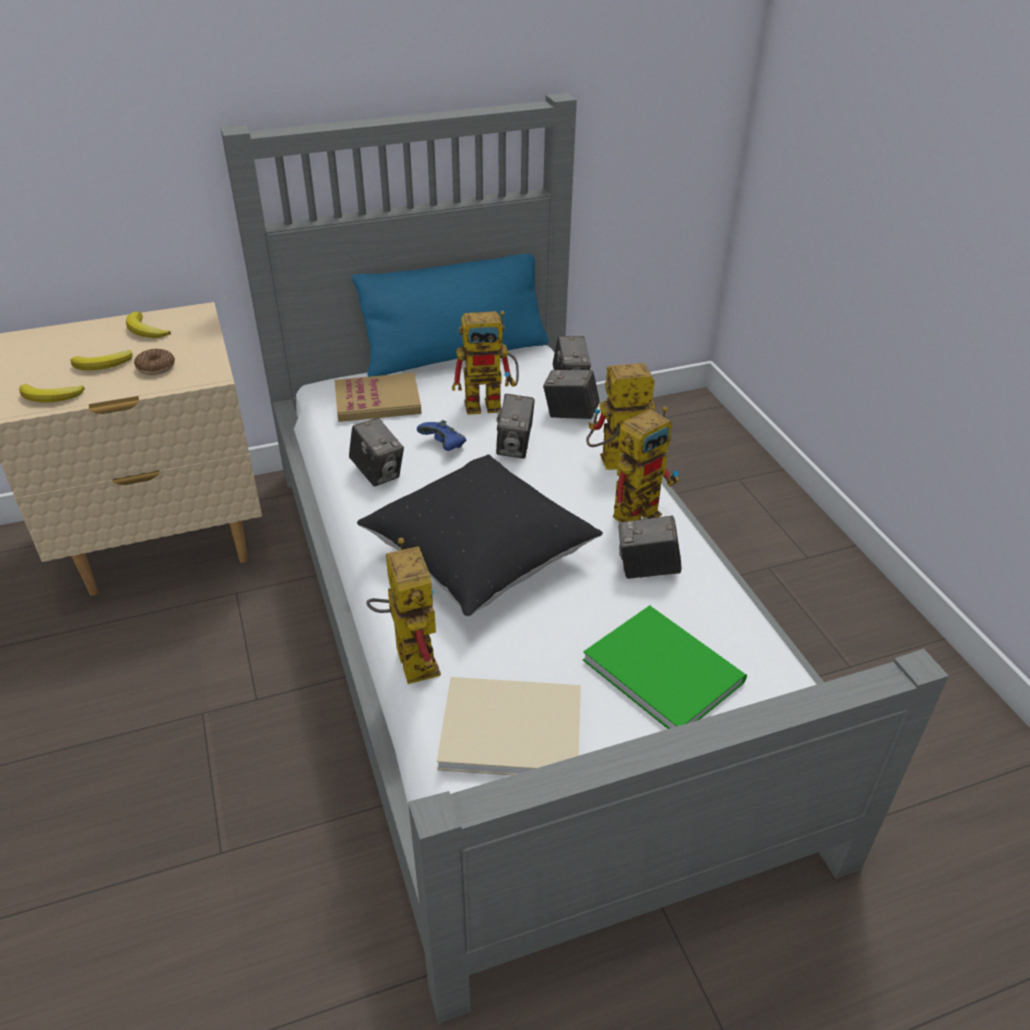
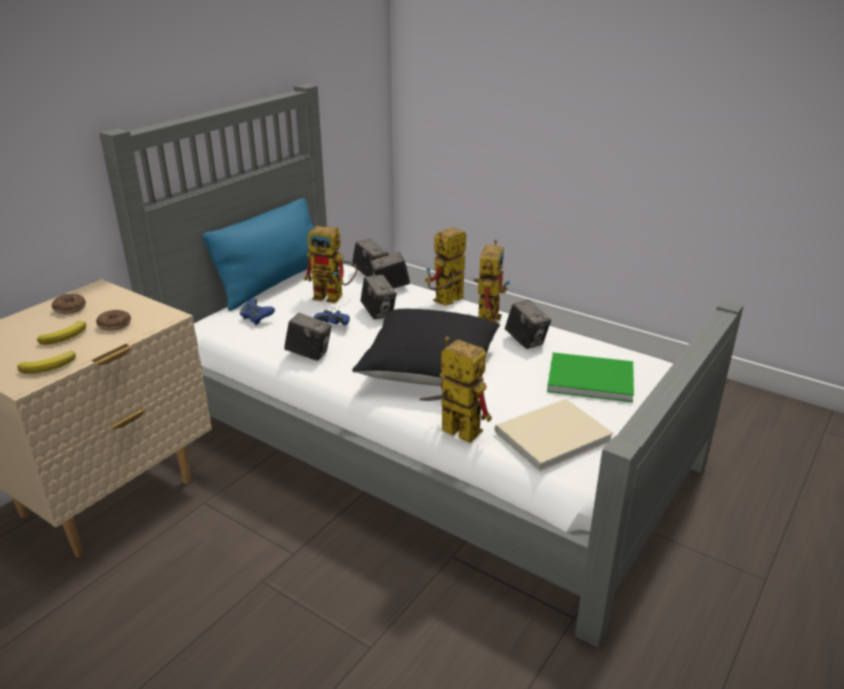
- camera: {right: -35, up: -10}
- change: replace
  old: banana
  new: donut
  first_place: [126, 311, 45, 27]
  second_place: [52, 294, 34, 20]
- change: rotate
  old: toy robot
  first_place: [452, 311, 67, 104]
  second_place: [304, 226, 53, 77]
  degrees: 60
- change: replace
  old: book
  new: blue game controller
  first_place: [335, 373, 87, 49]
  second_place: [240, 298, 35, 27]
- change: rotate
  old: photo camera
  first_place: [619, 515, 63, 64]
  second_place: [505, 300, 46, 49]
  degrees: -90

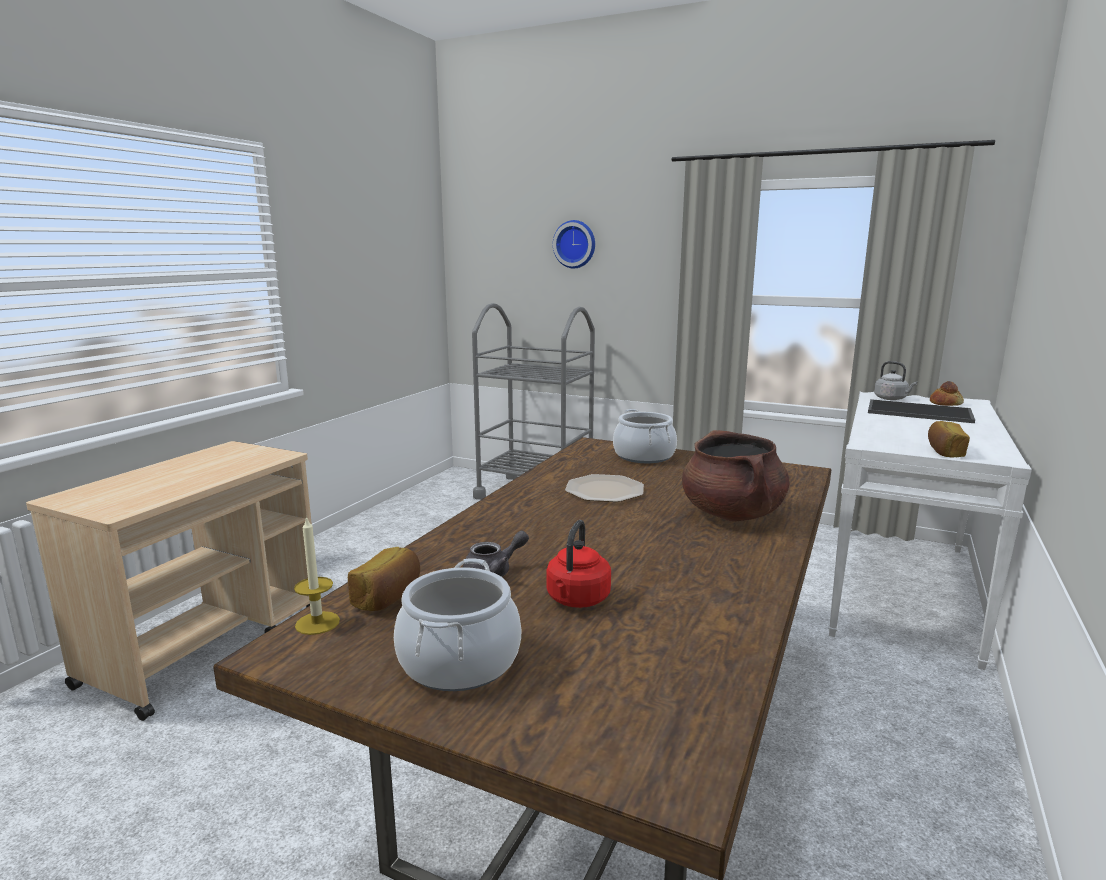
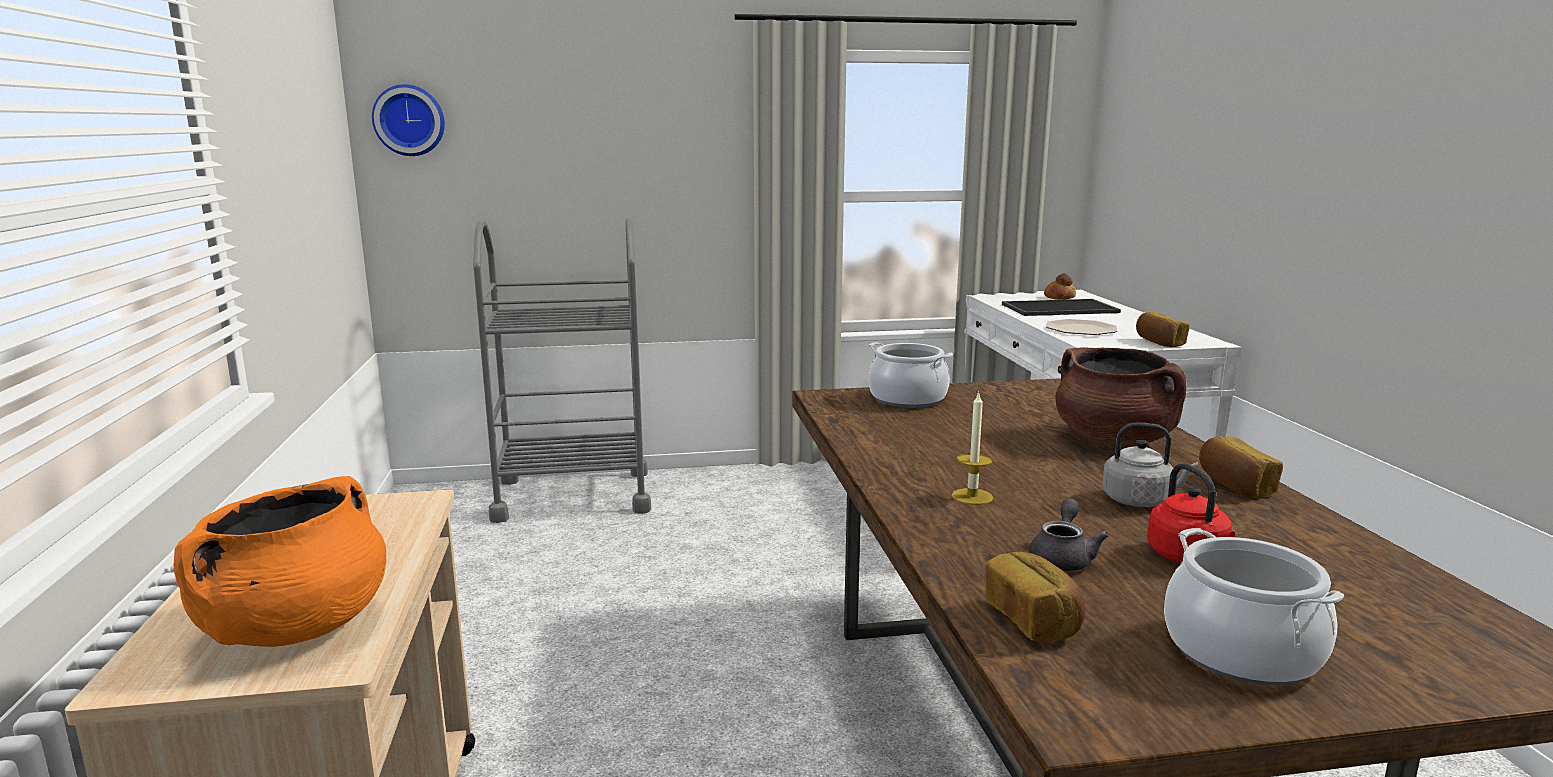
- camera: {right: -35, up: 0}
- change: move
  old: wall clock
  first_place: [553, 220, 42, 48]
  second_place: [372, 84, 73, 72]
- change: move
  old: grey kettle
  first_place: [874, 361, 43, 39]
  second_place: [1102, 422, 96, 85]
- change: move
  old: plate
  first_place: [565, 474, 79, 28]
  second_place: [1046, 319, 71, 16]
- change: move
  old: candle
  first_place: [294, 516, 46, 119]
  second_place: [952, 391, 41, 114]
- change: insert
  new: bread
  second_place: [1199, 436, 84, 62]
- change: insert
  new: orange cooking pot
  second_place: [174, 476, 212, 171]

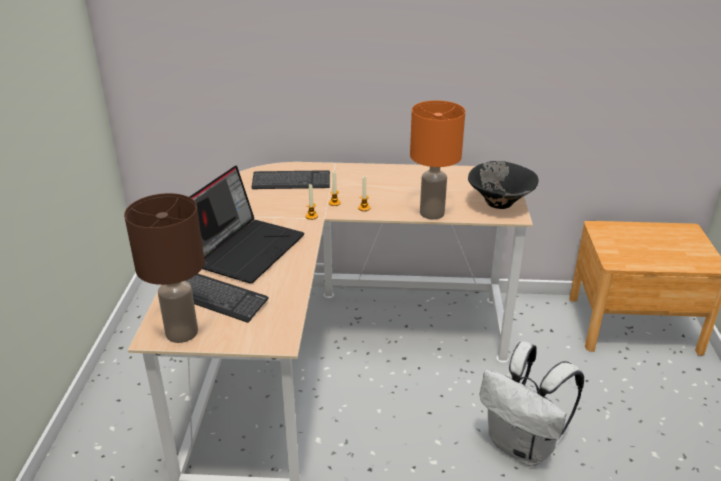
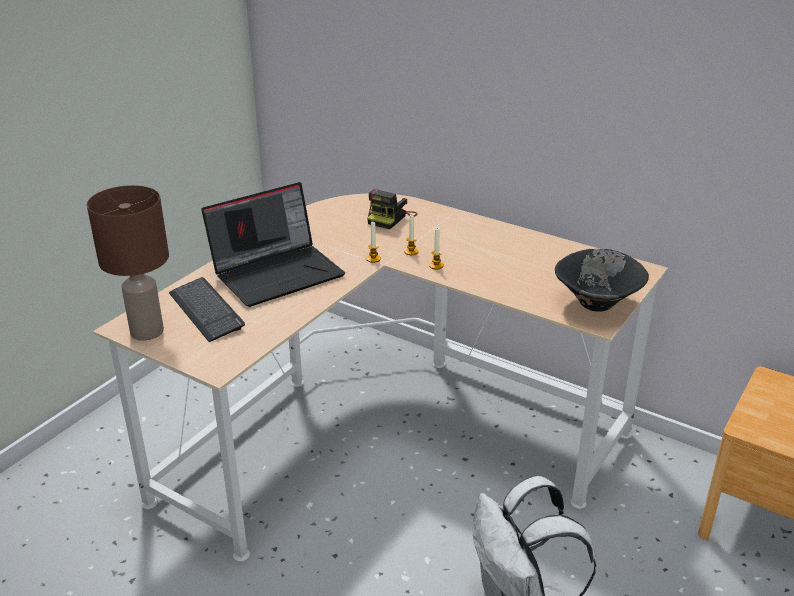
- camera: {right: 30, up: 0}
- change: delete
  old: orange table lamp
  first_place: [410, 100, 55, 119]
- change: replace
  old: keyboard
  new: photo camera
  first_place: [251, 170, 79, 19]
  second_place: [367, 189, 51, 40]

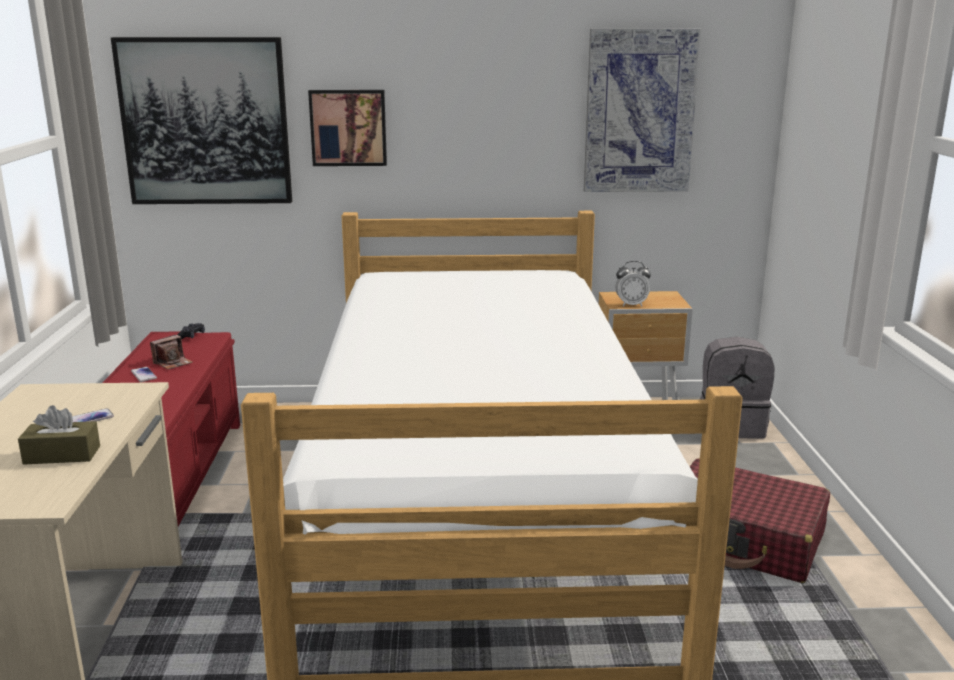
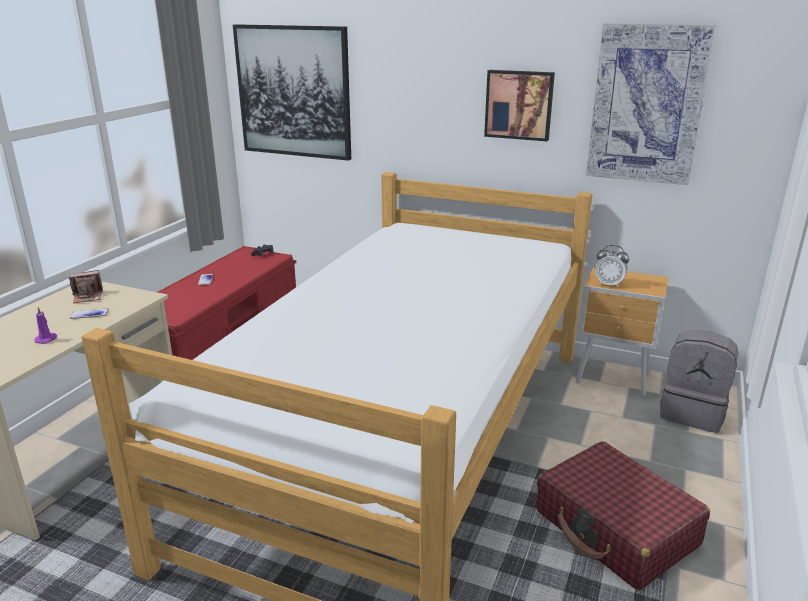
- camera: {right: 25, up: 5}
- change: move
  old: picture
  first_place: [308, 90, 79, 76]
  second_place: [484, 70, 71, 71]
- change: move
  old: photo camera
  first_place: [150, 335, 43, 34]
  second_place: [69, 270, 34, 33]
- change: replace
  old: brown tissue box
  new: purple candle
  first_place: [18, 405, 82, 60]
  second_place: [34, 307, 23, 37]

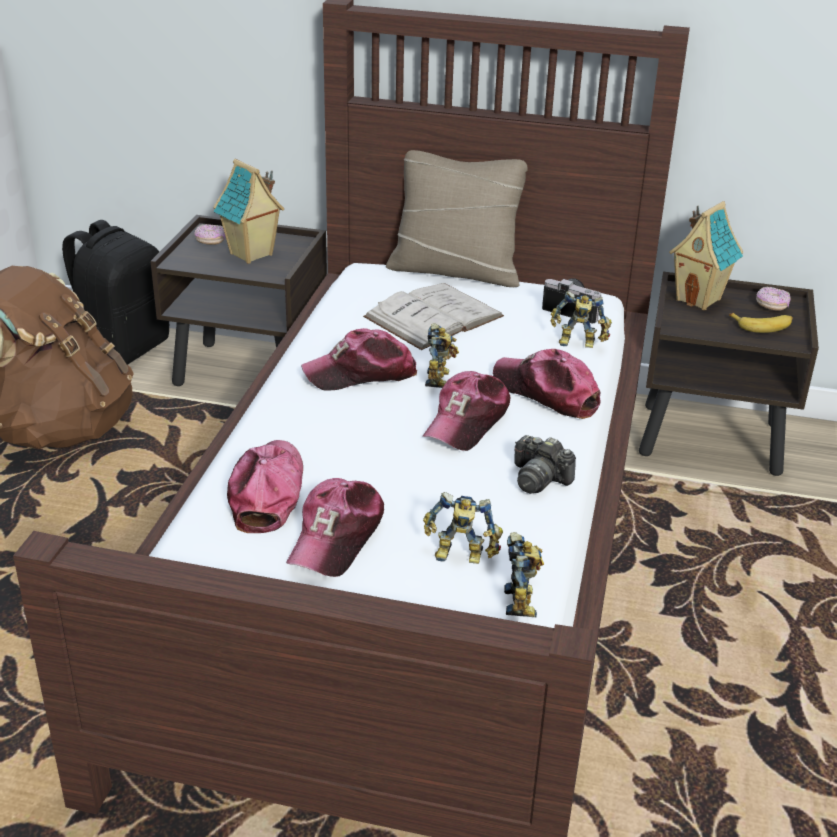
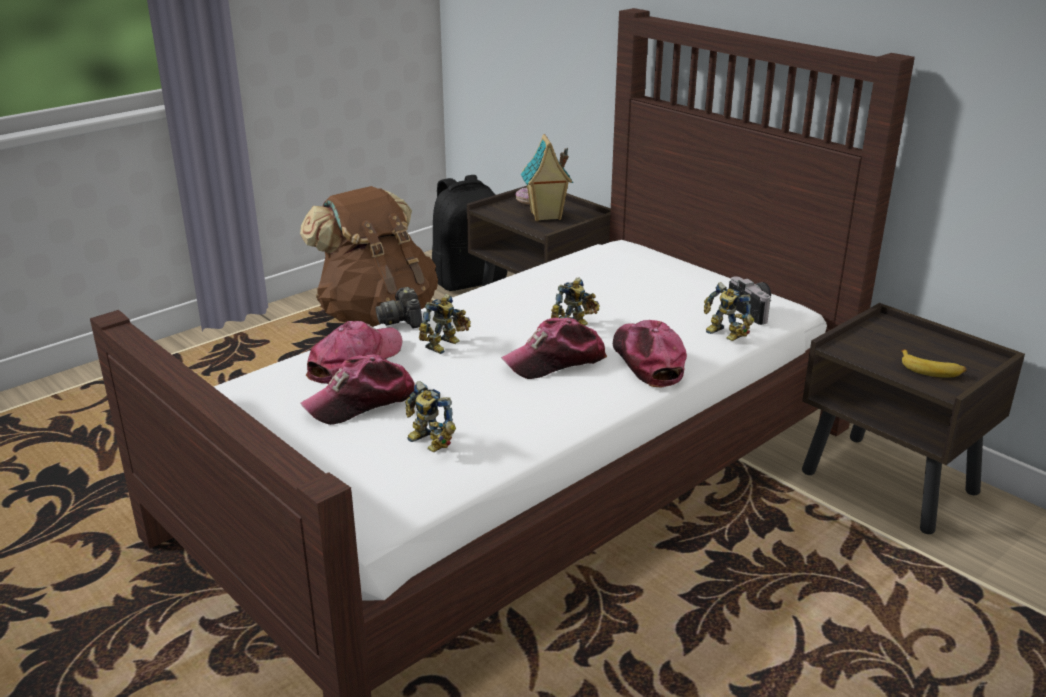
- camera: {right: 35, up: -5}
- change: delete
  old: beige pillow
  first_place: [386, 150, 142, 137]
- change: delete
  old: toy house
  first_place: [669, 201, 74, 109]
- change: delete
  old: white book
  first_place: [363, 283, 141, 67]
- change: delete
  old: donut
  first_place: [756, 286, 35, 25]
- change: delete
  old: cap
  first_place: [301, 328, 116, 63]
- change: move
  old: photo camera
  first_place: [514, 435, 62, 59]
  second_place: [376, 287, 47, 41]
- change: move
  old: toy robot
  first_place: [504, 532, 40, 85]
  second_place: [419, 294, 52, 60]

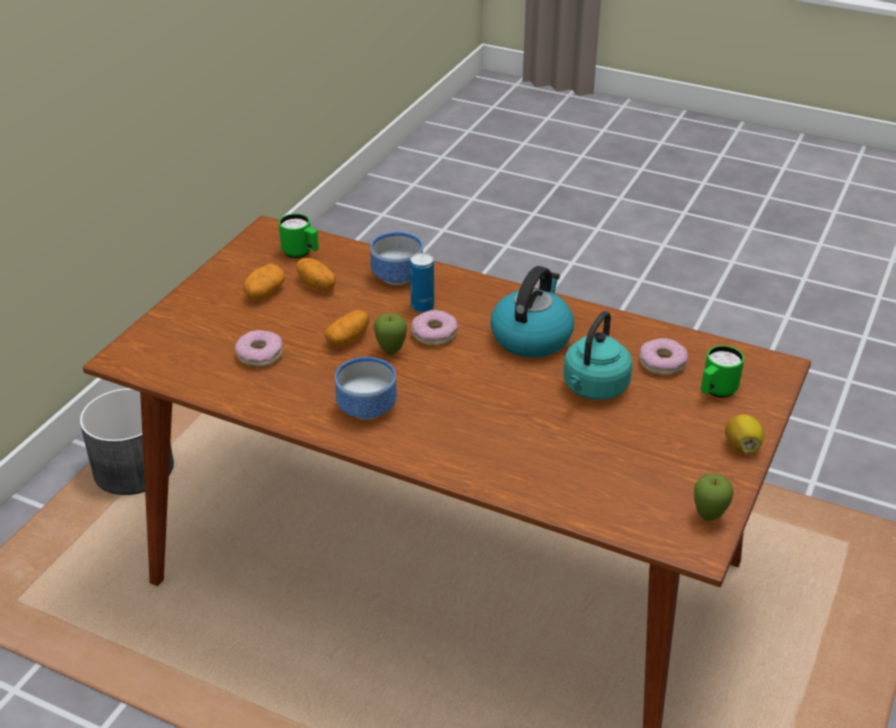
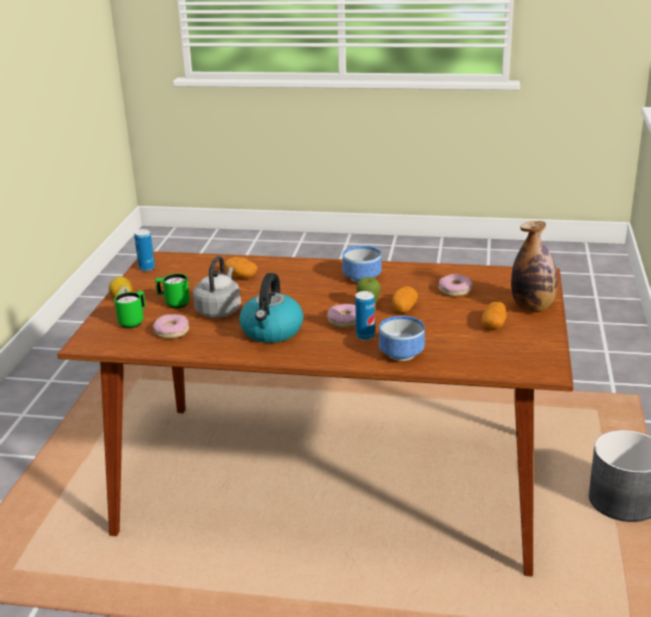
- camera: {right: 165, up: -10}
- change: move
  old: green mug
  first_place: [279, 214, 40, 44]
  second_place: [155, 273, 35, 35]
- change: move
  old: potato
  first_place: [296, 258, 40, 33]
  second_place: [224, 257, 33, 21]
- change: recolor
  old: turquoise kettle
  new: grey kettle
  first_place: [563, 311, 69, 89]
  second_place: [193, 256, 48, 62]
- change: replace
  old: apple
  new: can
  first_place: [694, 473, 40, 48]
  second_place: [134, 229, 21, 42]
- change: insert
  new: bottle
  second_place: [511, 221, 47, 90]

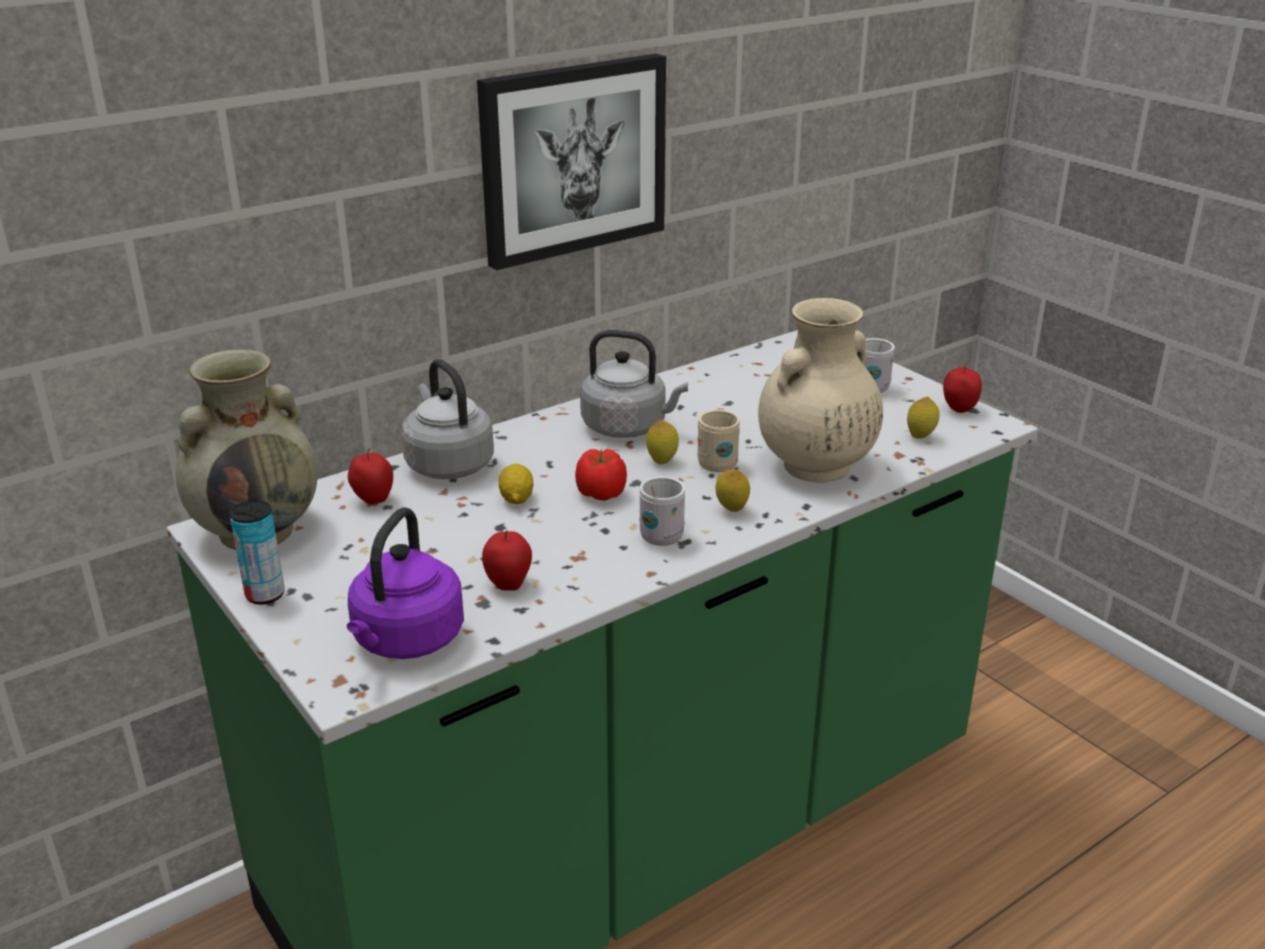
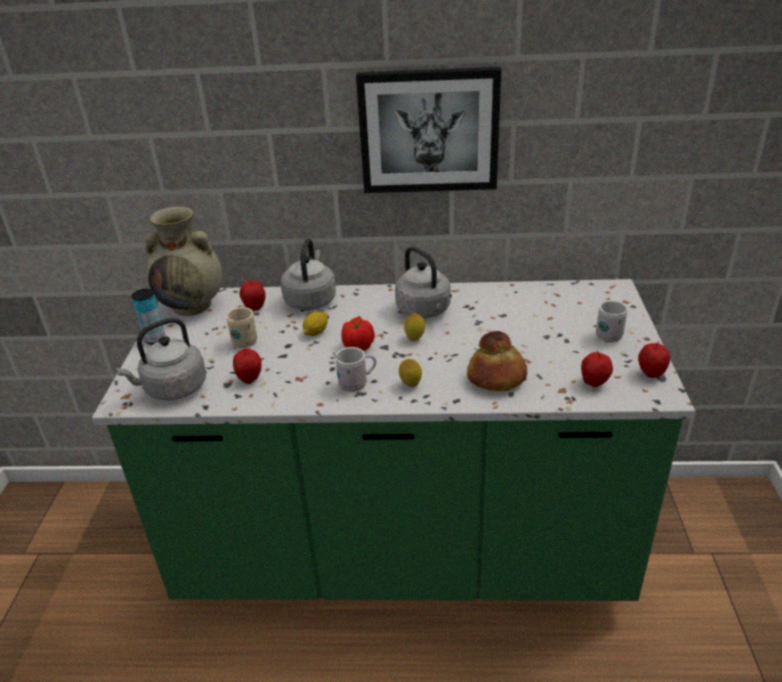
- camera: {right: 40, up: 5}
- change: replace
  old: beige vase
  new: bread
  first_place: [758, 298, 125, 184]
  second_place: [467, 331, 60, 61]
- change: replace
  old: lemon
  new: apple
  first_place: [907, 397, 32, 42]
  second_place: [581, 351, 32, 36]
- change: move
  old: beige mug
  first_place: [698, 409, 42, 63]
  second_place: [226, 307, 31, 41]
- change: recolor
  old: purple kettle
  new: grey kettle
  first_place: [347, 507, 117, 152]
  second_place: [115, 318, 91, 83]

